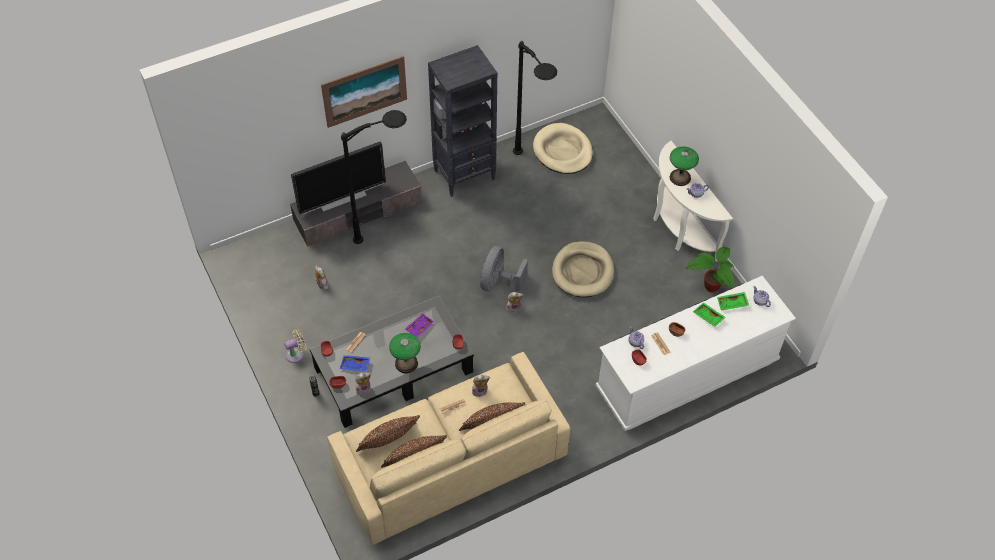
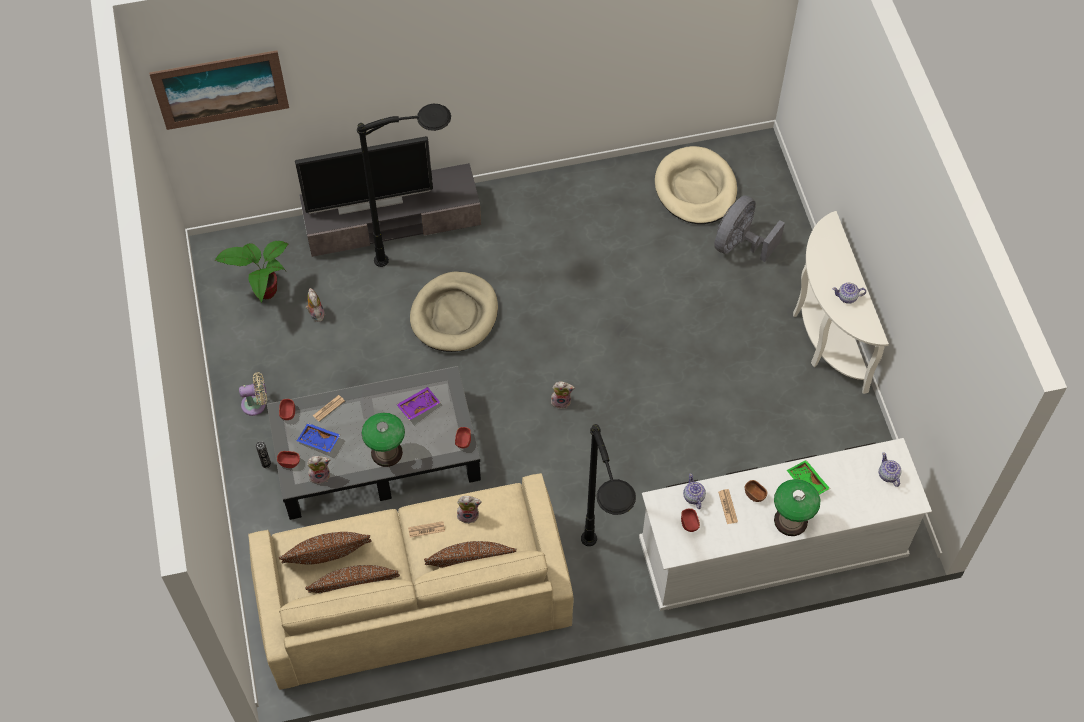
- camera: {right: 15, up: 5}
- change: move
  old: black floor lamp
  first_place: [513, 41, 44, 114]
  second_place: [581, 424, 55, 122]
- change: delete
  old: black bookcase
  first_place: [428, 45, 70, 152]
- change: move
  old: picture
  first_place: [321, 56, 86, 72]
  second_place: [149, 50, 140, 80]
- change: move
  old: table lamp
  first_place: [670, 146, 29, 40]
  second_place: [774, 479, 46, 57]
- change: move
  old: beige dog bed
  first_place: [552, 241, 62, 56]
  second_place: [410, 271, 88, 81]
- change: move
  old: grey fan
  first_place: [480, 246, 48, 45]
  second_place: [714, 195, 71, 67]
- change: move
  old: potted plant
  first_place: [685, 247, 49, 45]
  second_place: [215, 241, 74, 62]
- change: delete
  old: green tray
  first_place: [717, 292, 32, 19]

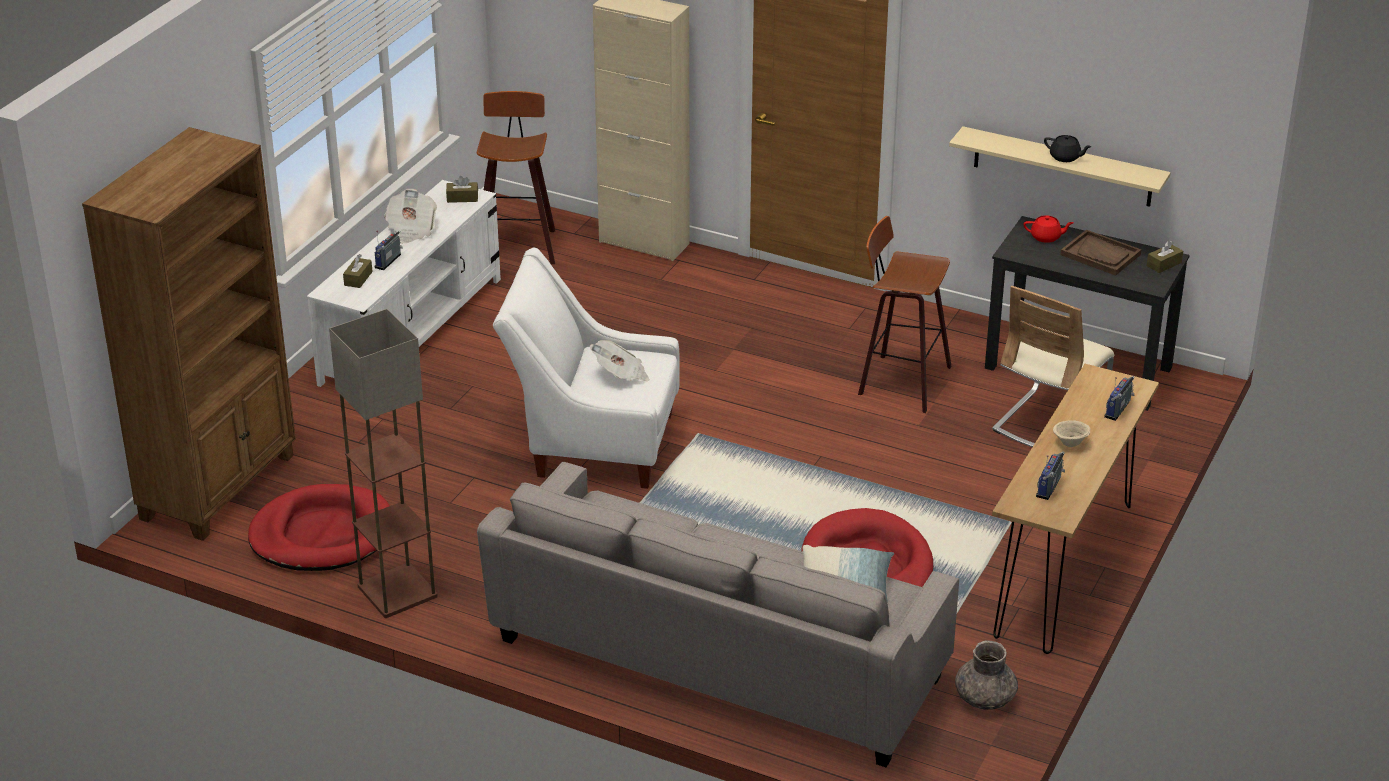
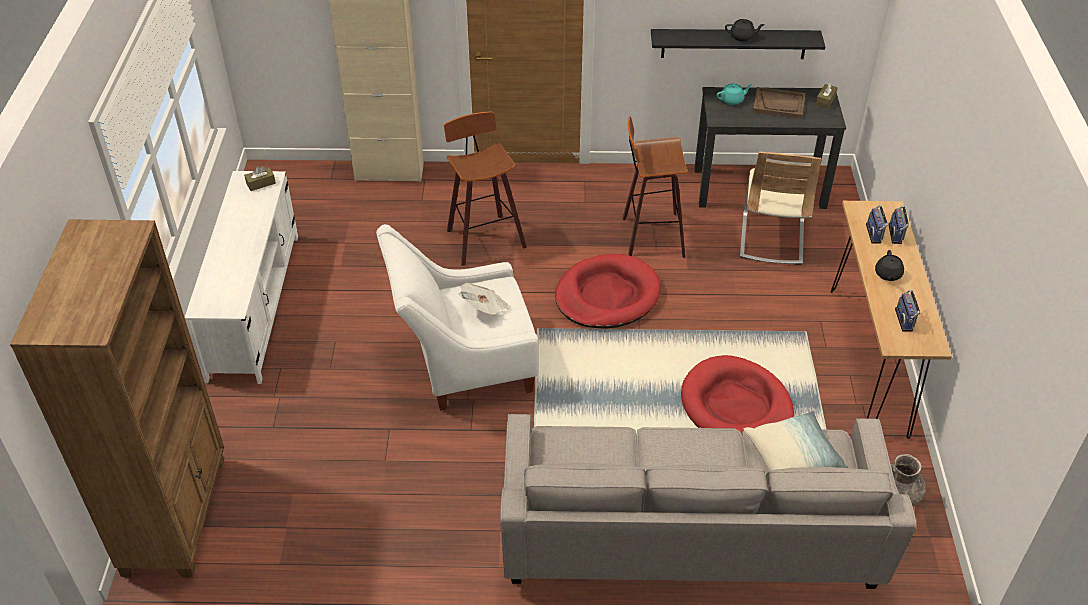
- camera: {right: -25, up: 10}
- change: move
  old: stool
  first_place: [477, 91, 78, 173]
  second_place: [444, 111, 83, 155]
- change: recolor
  old: beige shelf
  new: black shelf
  first_place: [949, 126, 222, 81]
  second_place: [651, 29, 174, 30]
- change: delete
  old: newspaper
  first_place: [384, 189, 53, 55]
- change: recolor
  old: red teapot
  new: turquoise teapot
  first_place: [1024, 215, 50, 28]
  second_place: [716, 83, 36, 22]
- change: move
  old: radio
  first_place: [375, 230, 28, 40]
  second_place: [866, 205, 22, 39]
- change: delete
  old: brown tissue box
  first_place: [343, 254, 30, 34]
- change: delete
  old: floor lamp
  first_place: [329, 309, 109, 309]
- change: replace
  old: beige bowl
  new: black teapot
  first_place: [1053, 420, 37, 27]
  second_place: [875, 250, 29, 31]
- change: move
  old: red dog bed
  first_place: [248, 484, 142, 87]
  second_place: [555, 254, 106, 75]

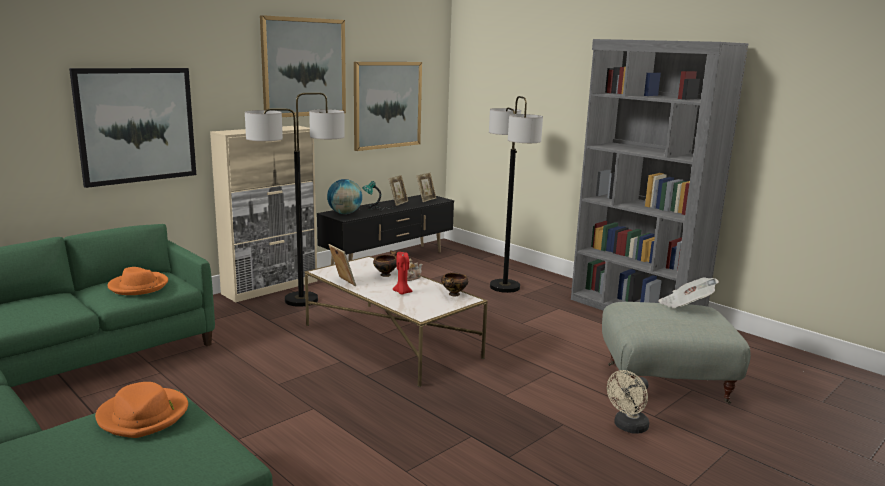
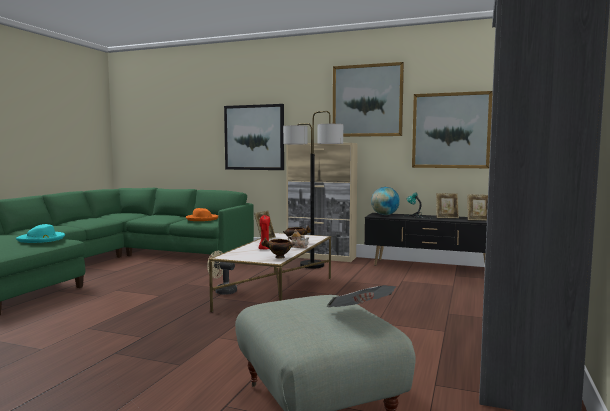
- camera: {right: 65, up: -10}
- change: delete
  old: floor lamp
  first_place: [489, 96, 54, 197]
- change: move
  old: beige fan
  first_place: [607, 370, 42, 64]
  second_place: [207, 251, 30, 43]
- change: recolor
  old: orange hat
  new: turquoise hat
  first_place: [95, 382, 93, 56]
  second_place: [16, 224, 49, 19]

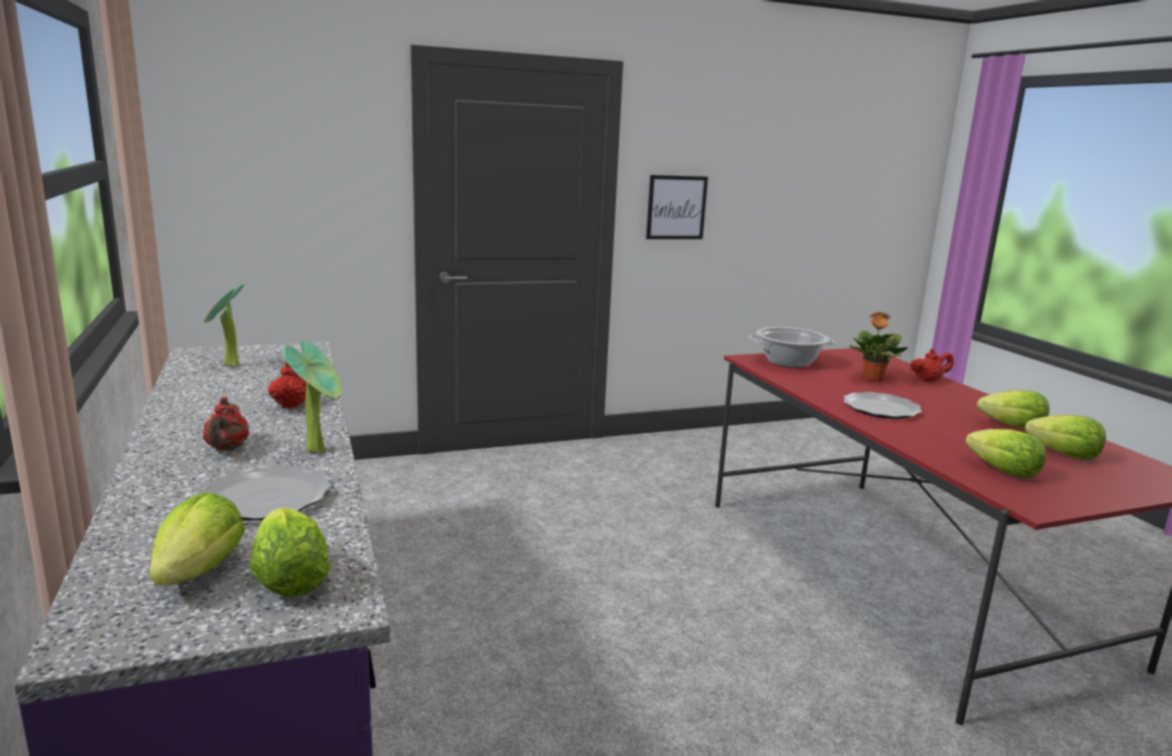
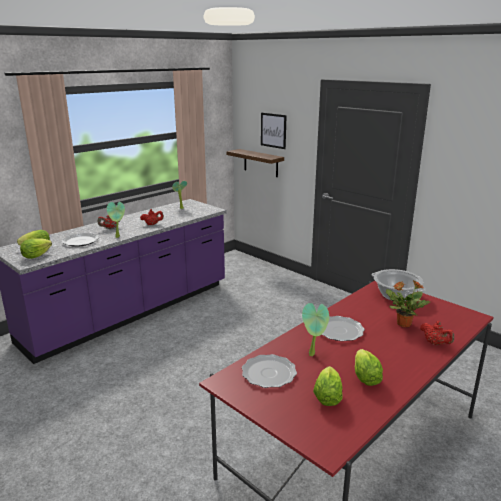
- camera: {right: 65, up: 5}
- change: move
  old: picture
  first_place: [646, 175, 62, 64]
  second_place: [261, 113, 26, 36]
- change: replace
  old: lettuce
  new: plate
  first_place: [965, 429, 81, 49]
  second_place: [242, 354, 55, 34]
- change: insert
  new: shelf
  second_place: [226, 149, 58, 28]
- change: insert
  new: potted plant
  second_place: [302, 303, 27, 53]

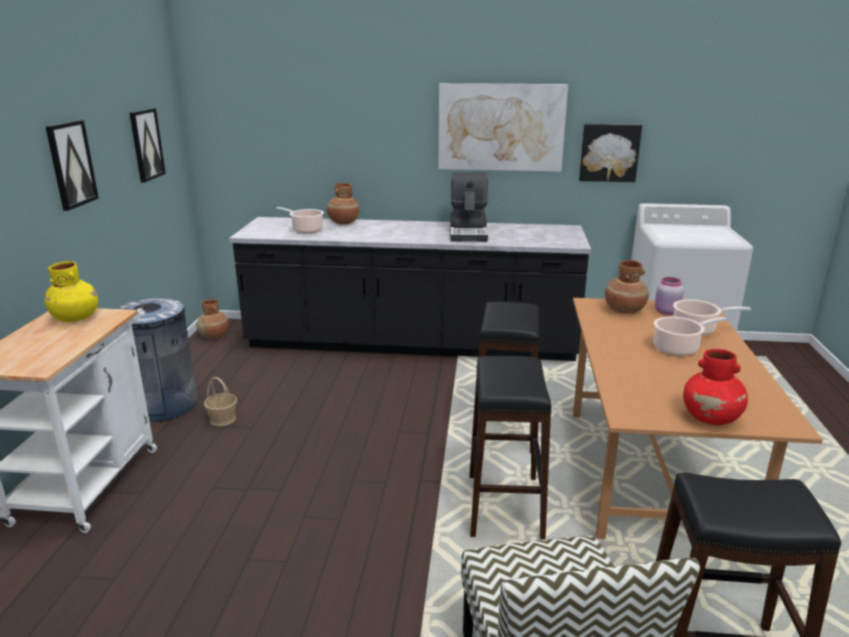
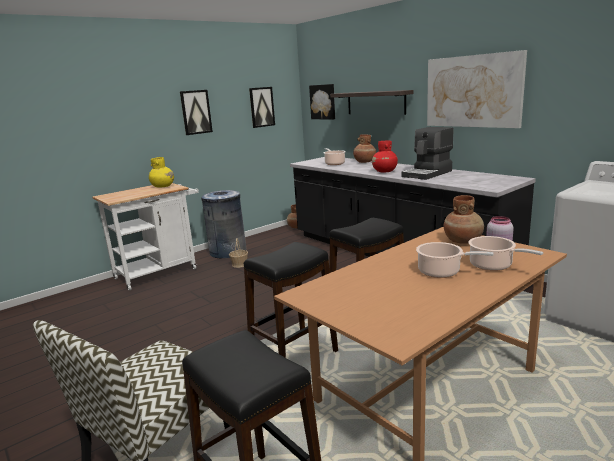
- camera: {right: 45, up: -5}
- change: move
  old: picture
  first_place: [579, 124, 63, 58]
  second_place: [309, 84, 26, 36]
- change: move
  old: red vase
  first_place: [683, 349, 65, 76]
  second_place: [372, 141, 26, 31]
- change: insert
  new: shelf
  second_place: [330, 90, 84, 25]

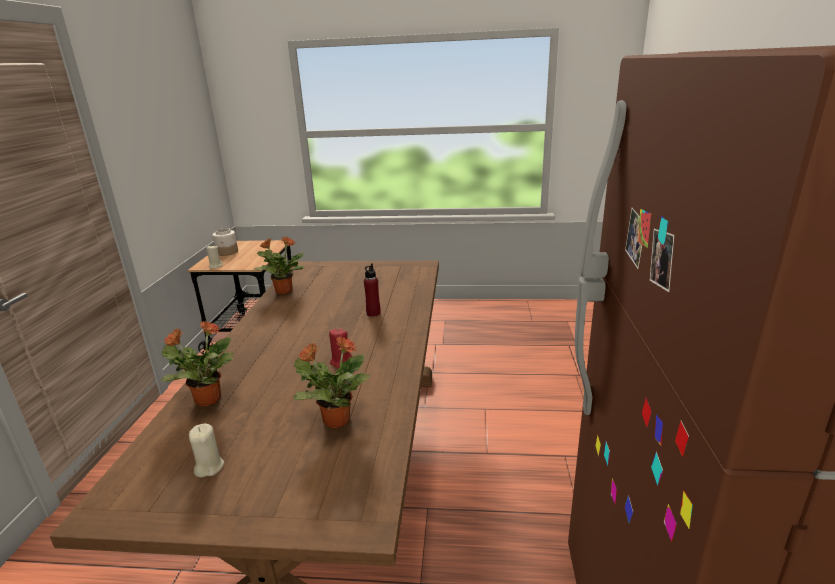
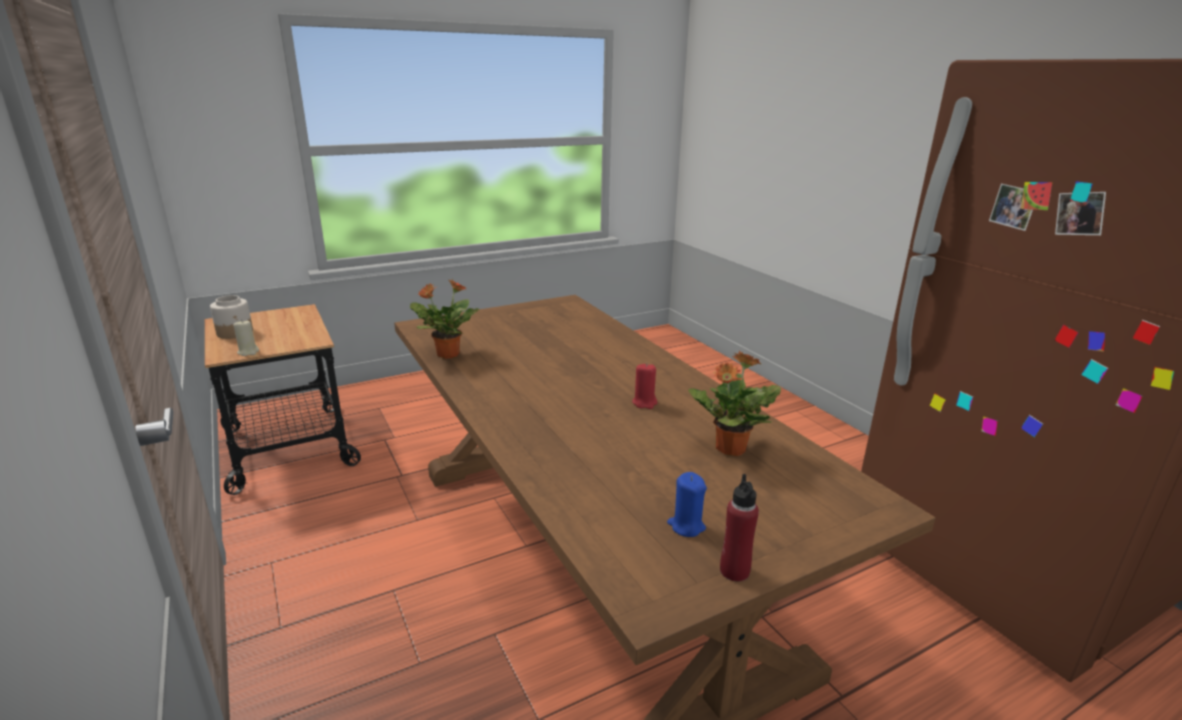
- camera: {right: -35, up: 0}
- change: move
  old: red bottle
  first_place: [364, 263, 17, 54]
  second_place: [720, 474, 39, 108]
- change: delete
  old: potted plant
  first_place: [161, 320, 73, 87]
- change: recolor
  old: beige candle
  new: blue candle
  first_place: [189, 424, 35, 53]
  second_place: [667, 472, 40, 65]

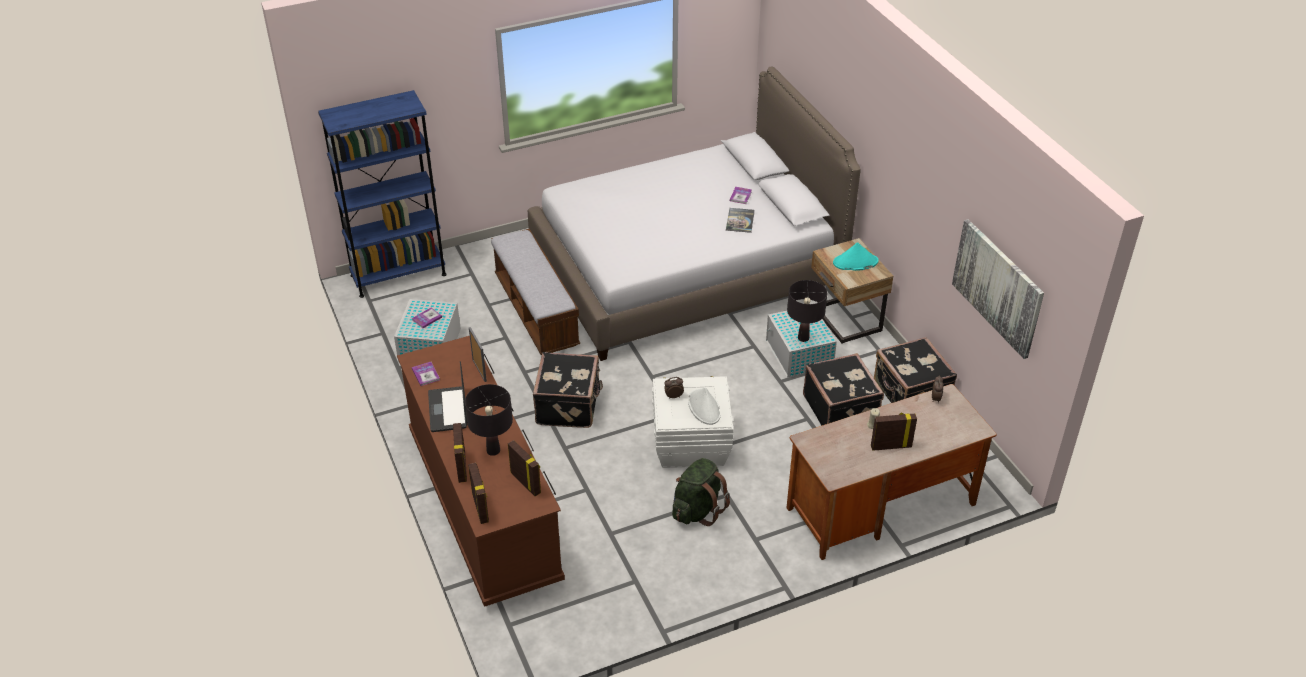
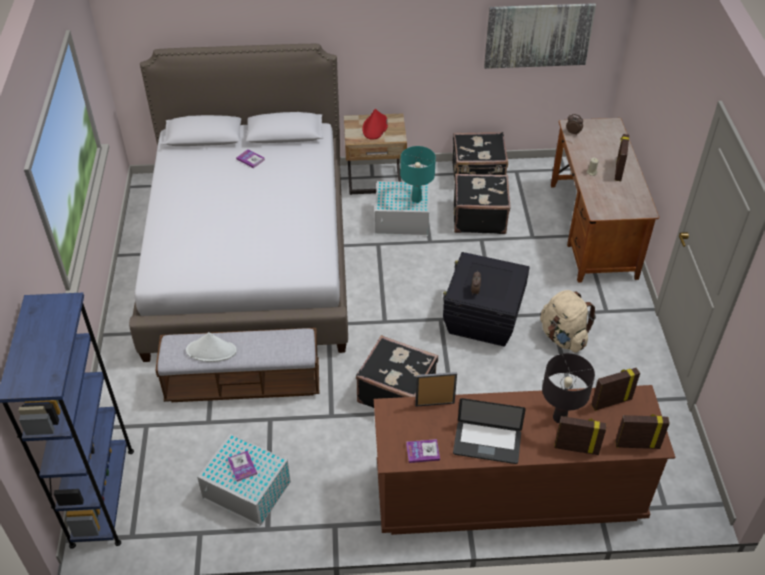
- camera: {right: -70, up: 5}
- change: delete
  old: book
  first_place: [726, 208, 29, 25]
- change: recolor
  old: turquoise hat
  new: red hat
  first_place: [833, 242, 46, 29]
  second_place: [363, 109, 25, 30]
- change: recolor
  old: black table lamp
  new: turquoise table lamp
  first_place: [787, 280, 40, 62]
  second_place: [400, 146, 36, 57]
- change: recolor
  old: white storage box
  new: black storage box
  first_place: [652, 376, 82, 92]
  second_place: [443, 252, 86, 95]
- change: move
  old: white hat
  first_place: [688, 387, 33, 38]
  second_place: [186, 332, 51, 30]
- change: recolor
  old: green backpack
  new: beige backpack
  first_place: [672, 458, 58, 68]
  second_place: [540, 290, 56, 63]

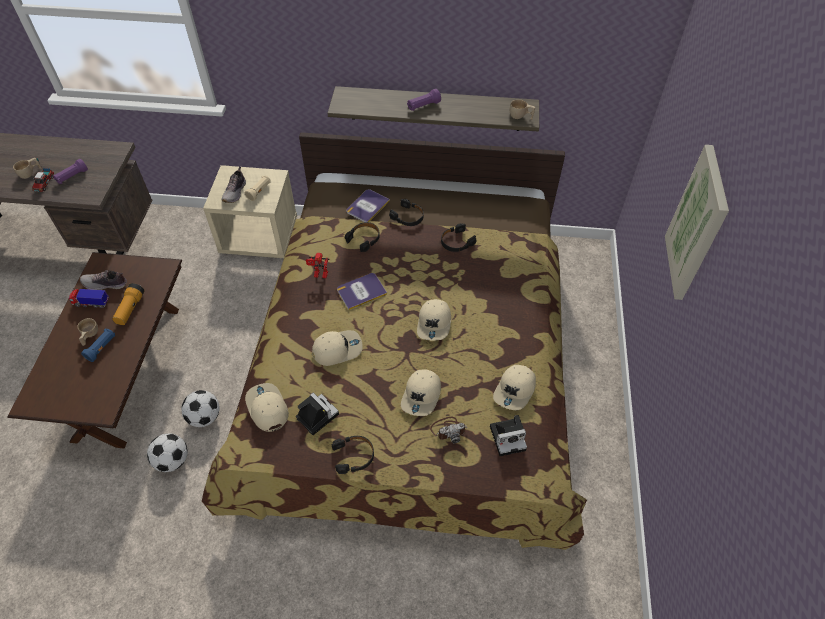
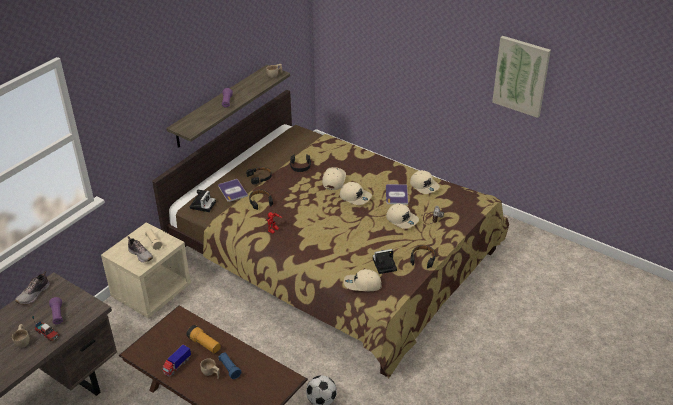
- camera: {right: -60, up: -15}
- change: move
  old: picture
  first_place: [665, 145, 64, 155]
  second_place: [492, 36, 59, 82]
- change: move
  old: shoe
  first_place: [80, 270, 47, 20]
  second_place: [15, 271, 35, 34]
- change: move
  old: book
  first_place: [337, 273, 50, 37]
  second_place: [386, 184, 22, 20]
- change: move
  old: beige cap
  first_place: [312, 330, 51, 36]
  second_place: [322, 167, 24, 23]
- change: delete
  old: football
  first_place: [181, 390, 39, 37]
- change: move
  old: photo camera
  first_place: [490, 415, 37, 41]
  second_place: [190, 190, 26, 22]

